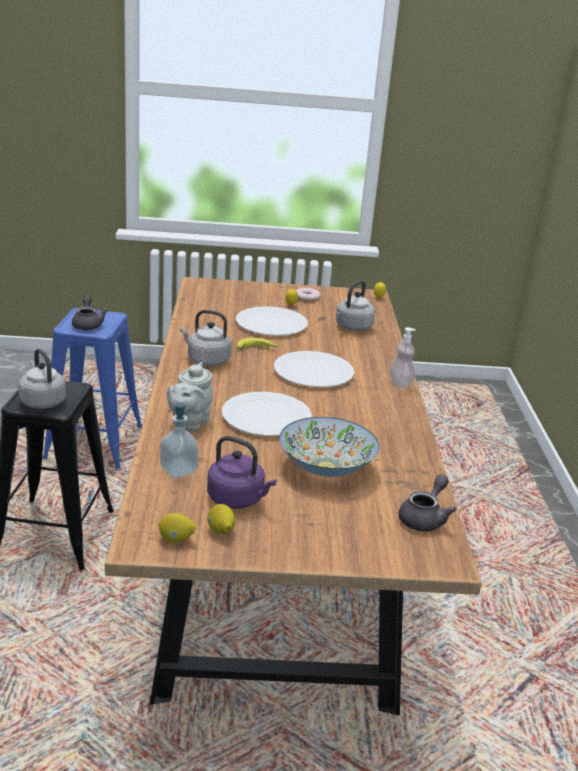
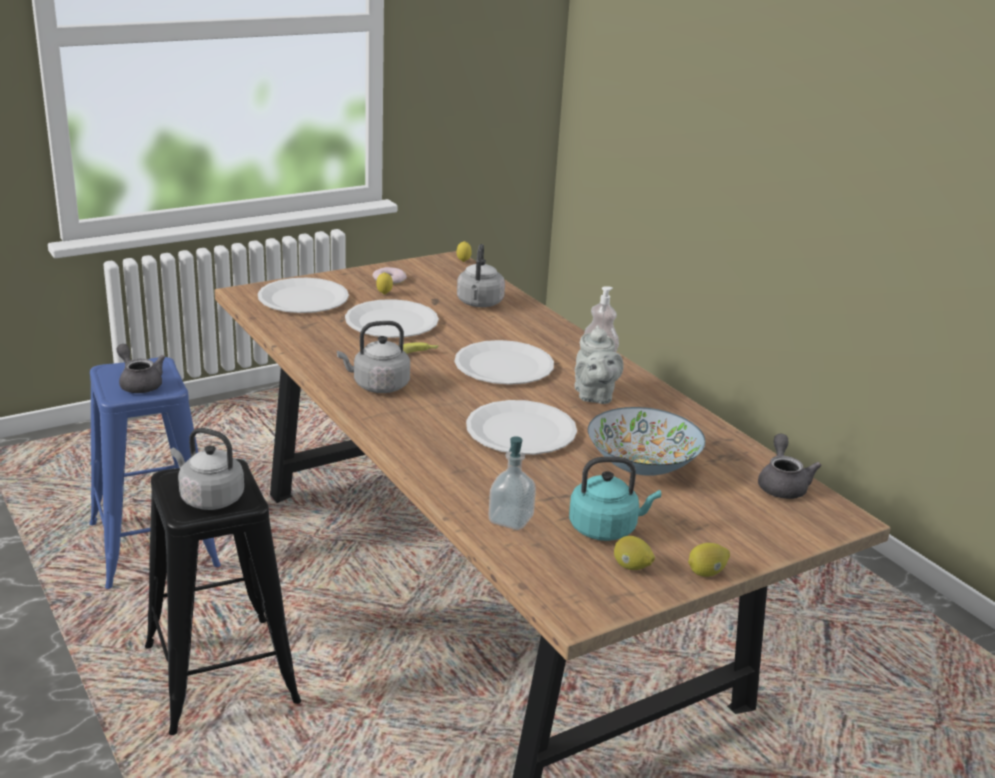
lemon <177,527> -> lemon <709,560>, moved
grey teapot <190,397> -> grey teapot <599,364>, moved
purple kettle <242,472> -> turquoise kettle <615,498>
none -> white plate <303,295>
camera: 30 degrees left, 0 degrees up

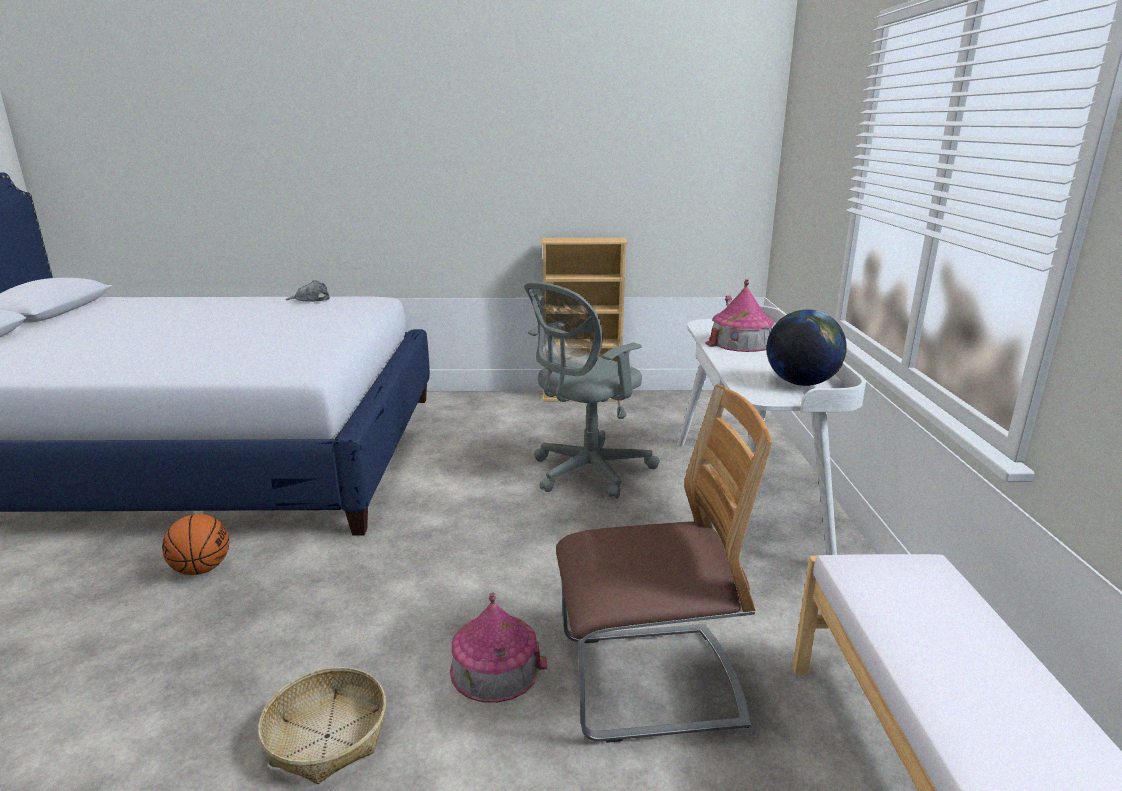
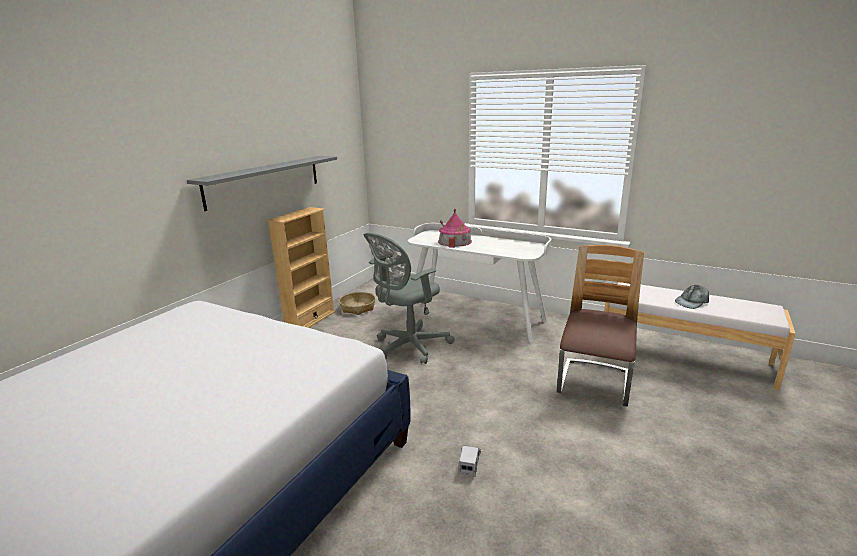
basketball <195,544> -> none
basket <322,725> -> basket <357,303>, moved
grey cap <308,291> -> grey cap <692,296>, moved
toy house <499,647> -> none
grey office chair <592,390> -> grey office chair <409,298>, 60 degrees clockwise
globe <806,347> -> none
none -> grey shelf <262,183>
none -> toy truck <469,461>
camera: 60 degrees left, 0 degrees up

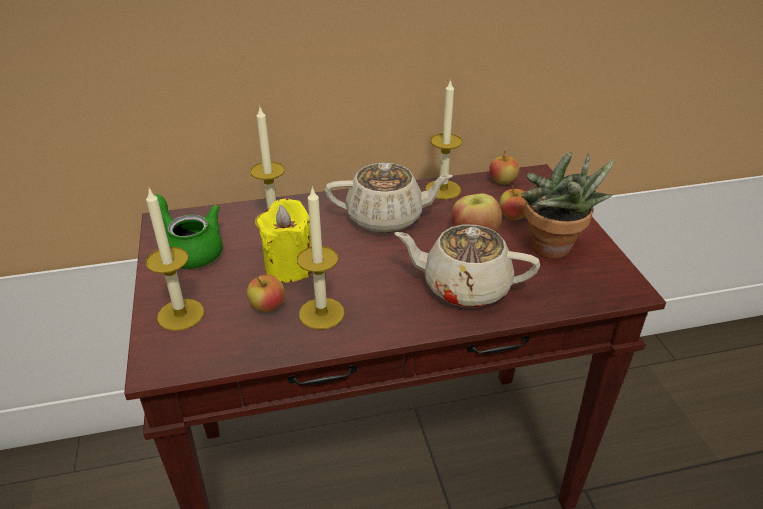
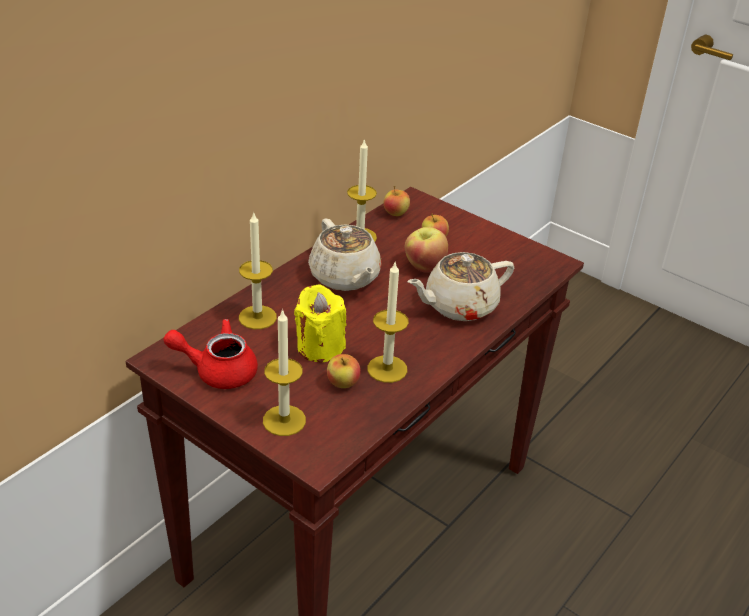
green teapot <189,232> -> red teapot <210,354>
beige teapot <389,198> -> beige teapot <345,255>, 105 degrees clockwise
potted plant <568,205> -> none
camera: 40 degrees left, 0 degrees up

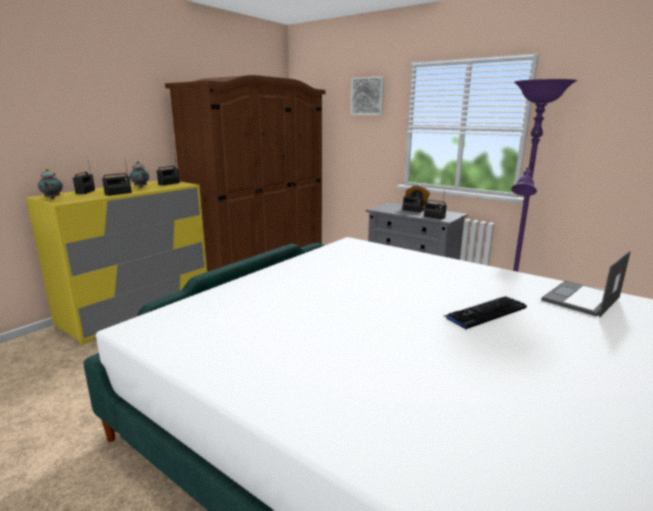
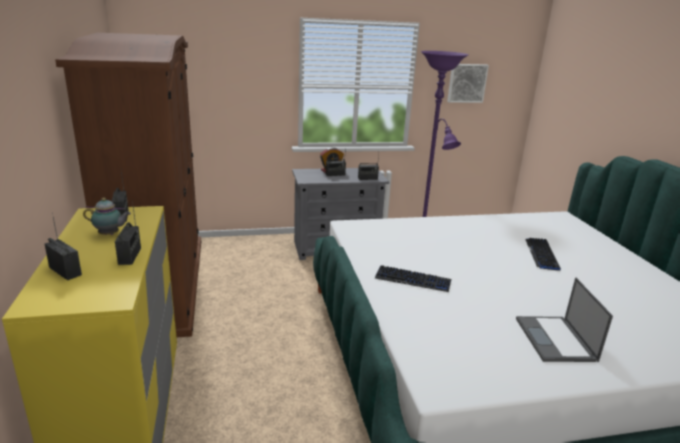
teapot <50,184> -> none
picture <367,95> -> picture <468,83>, moved
laptop <586,284> -> laptop <564,319>, moved
none -> keyboard <413,278>
camera: 50 degrees left, 5 degrees up

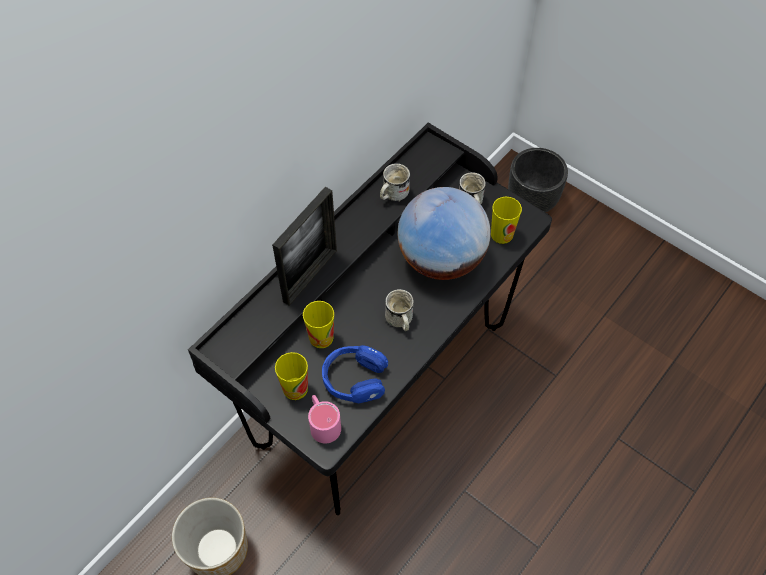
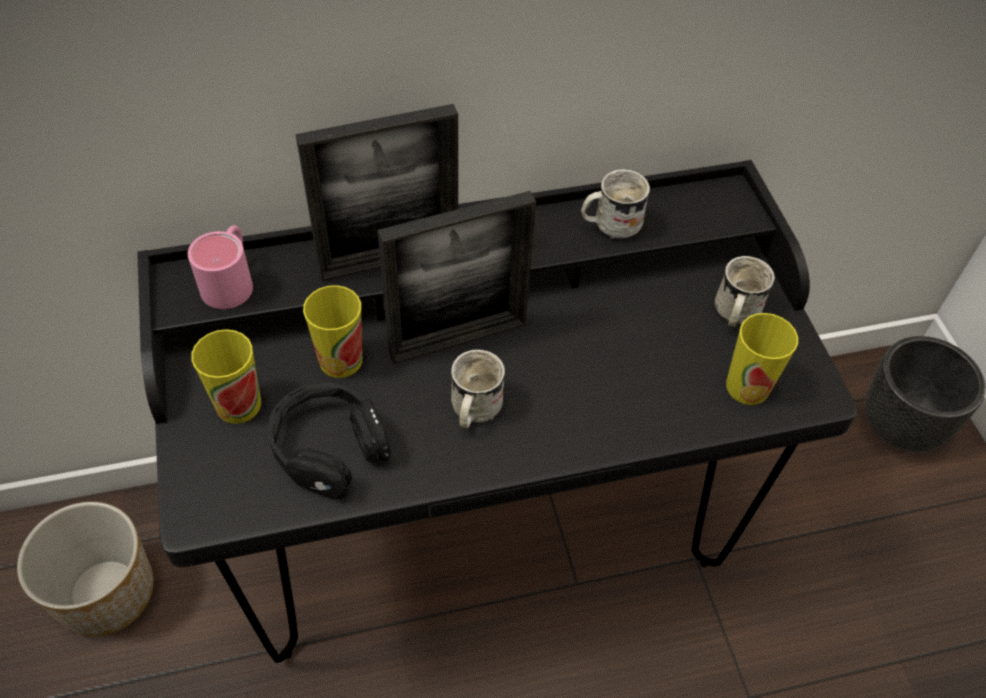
pink mug <324,419> -> pink mug <220,267>, moved
blue headphones <355,374> -> black headphones <329,441>
globe <444,233> -> none
none -> picture frame <456,277>
camera: 35 degrees right, 5 degrees down

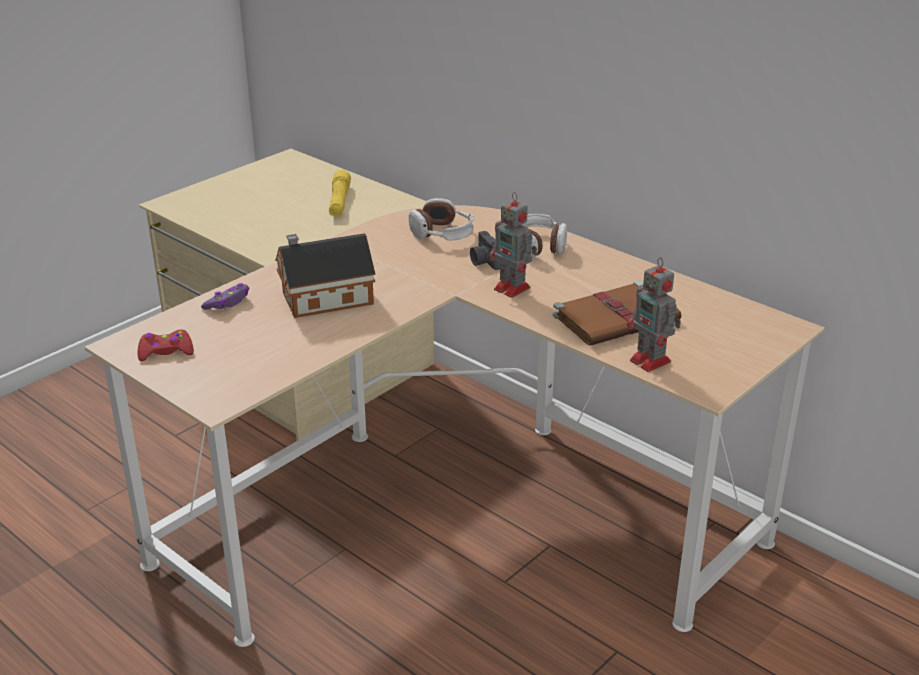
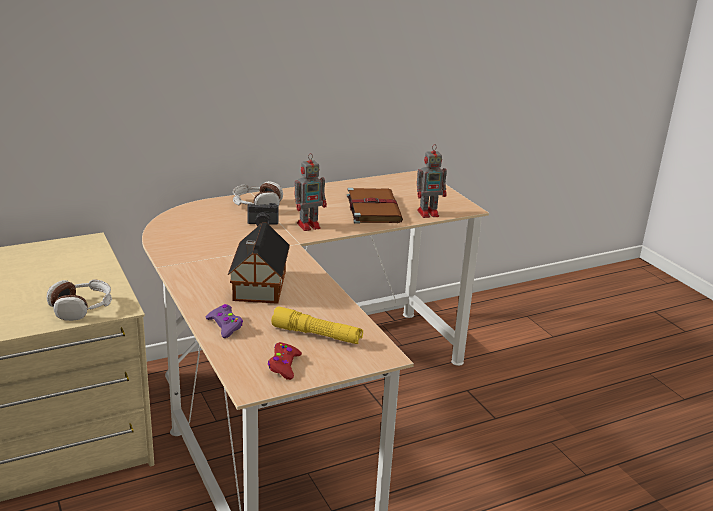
yellow flashlight <340,193> -> yellow flashlight <317,325>, moved
headphones <441,219> -> headphones <79,300>, moved
camera: 70 degrees left, 5 degrees down

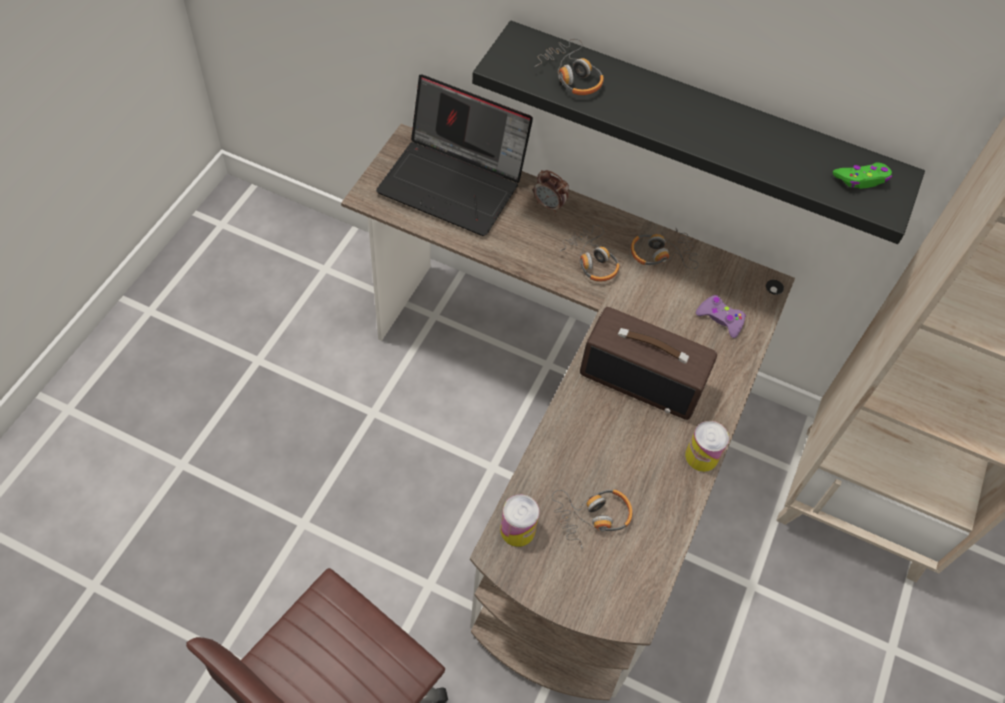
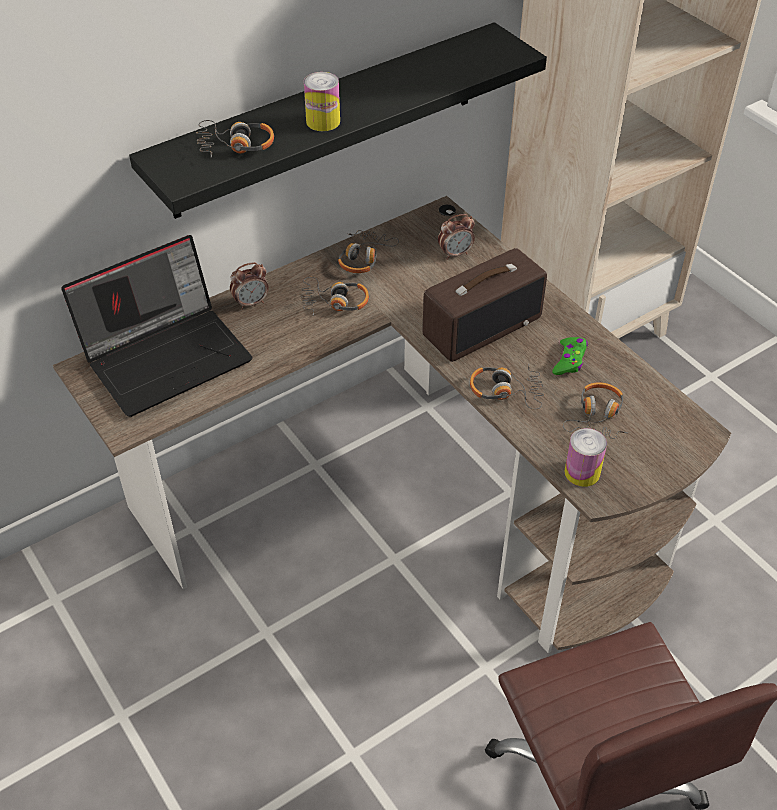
can <707,446> -> can <322,101>, moved
purple game controller <721,316> -> alarm clock <456,237>
green game controller <862,175> -> green game controller <570,356>, moved
none -> headphones <507,387>
camera: 55 degrees left, 10 degrees down

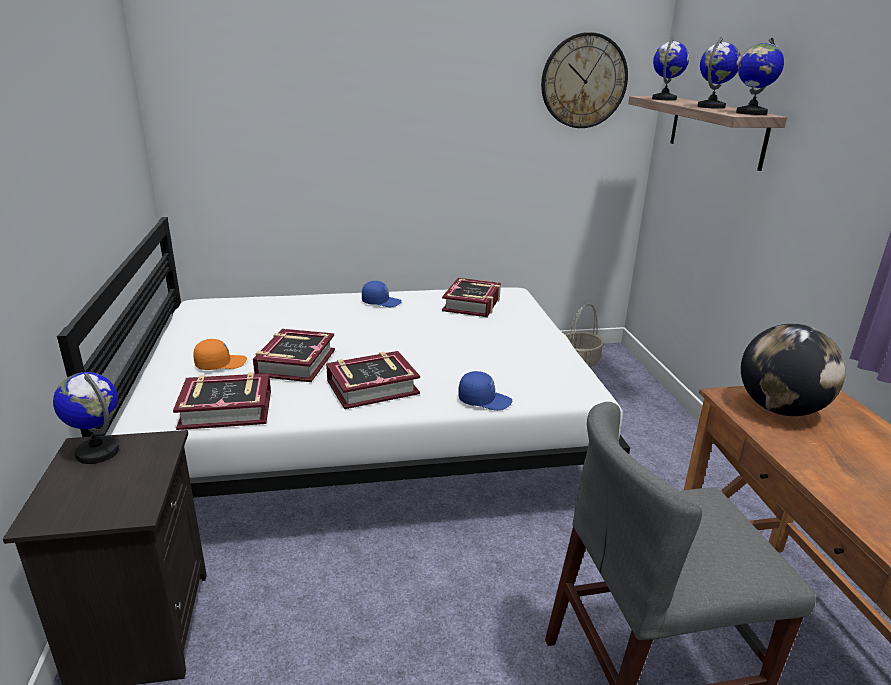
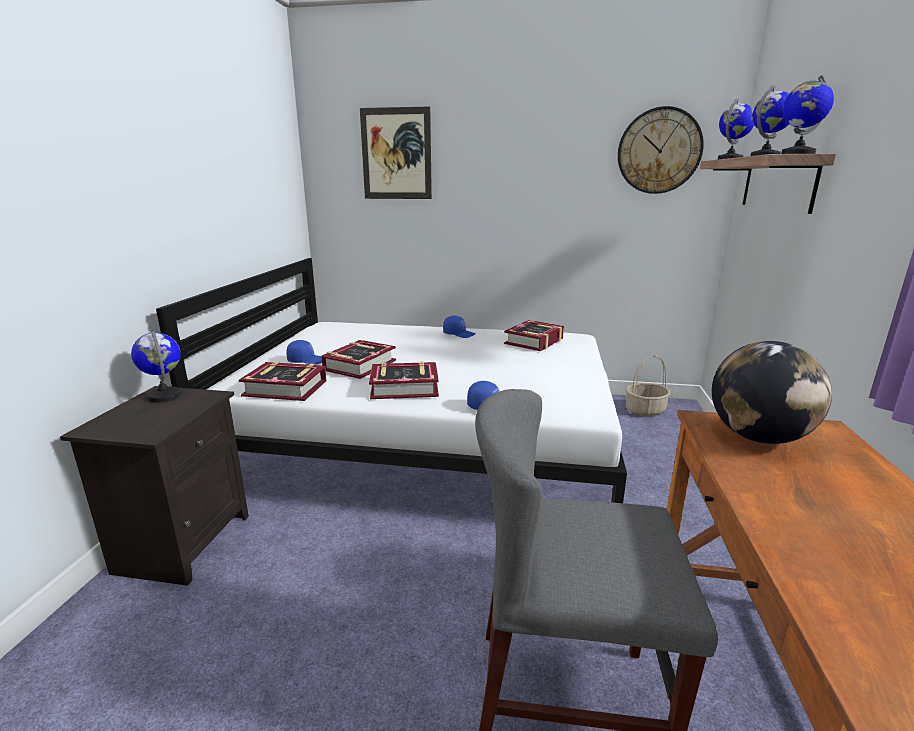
orange cap <220,354> -> blue cap <304,352>
none -> picture <396,152>
camera: 20 degrees right, 5 degrees down

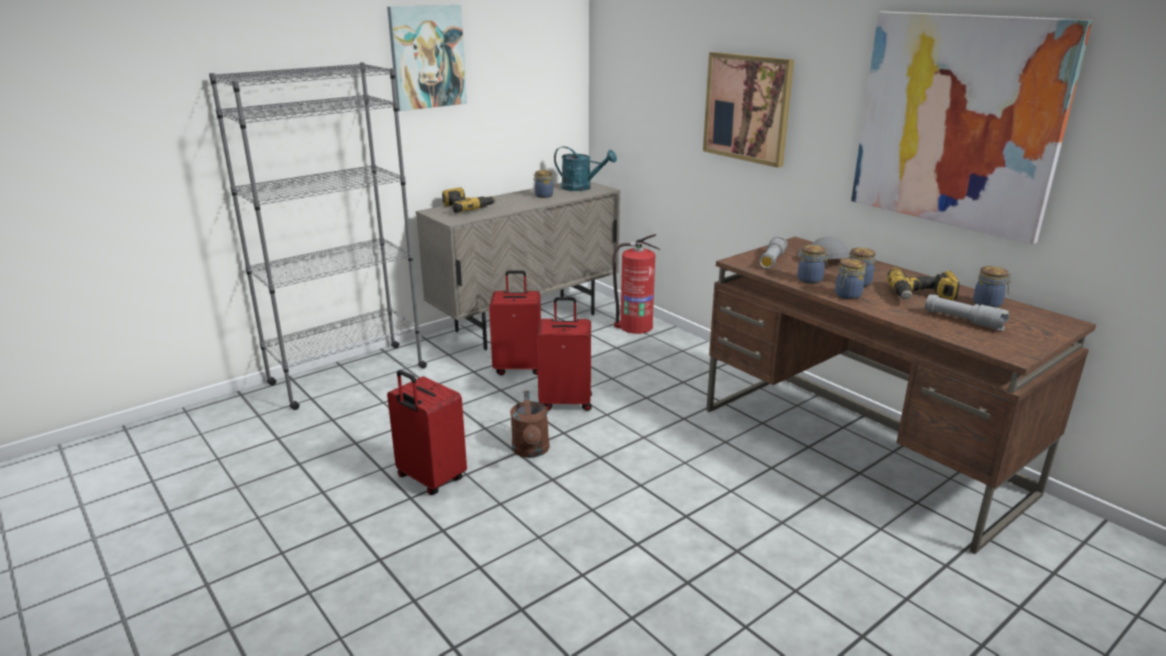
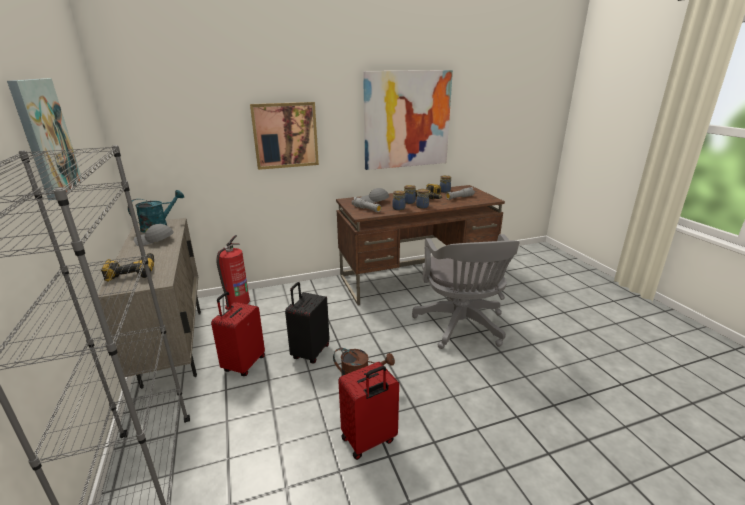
jar <543,184> -> grey cap <154,235>
red suitcase <564,354> -> black suitcase <307,323>
none -> grey office chair <466,291>
camera: 70 degrees left, 0 degrees up

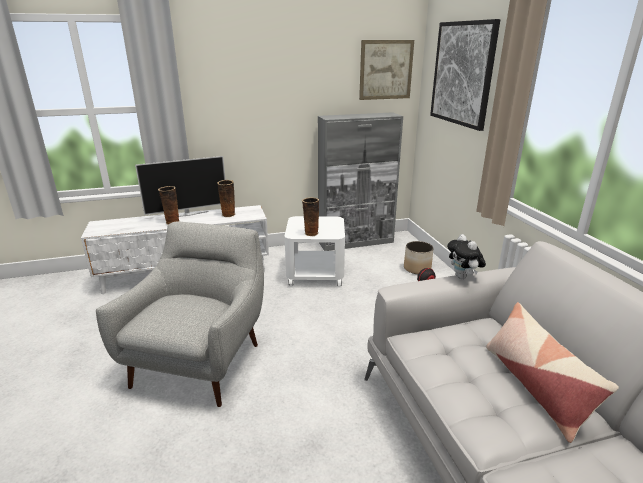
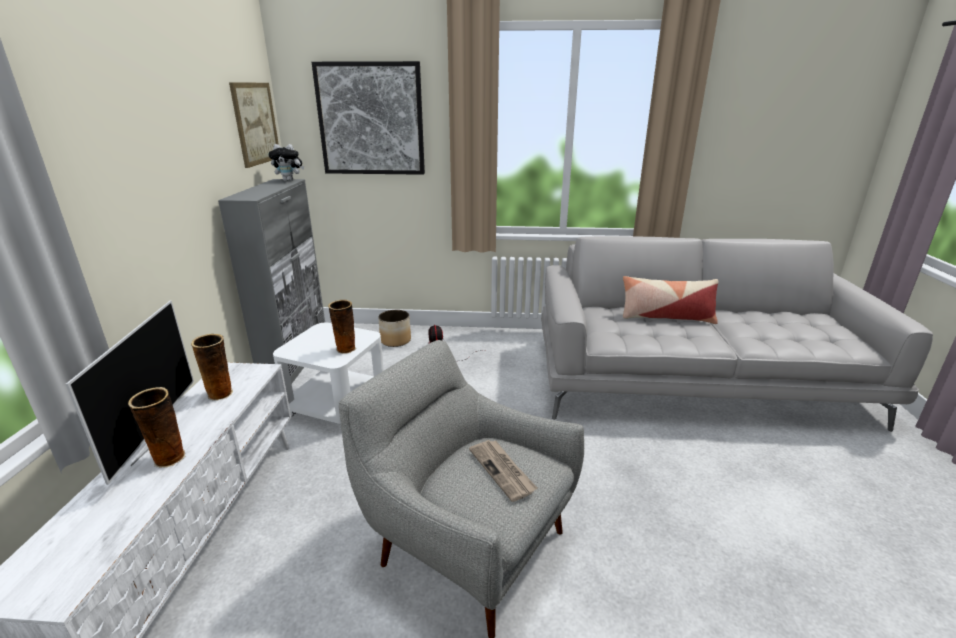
plush toy <466,256> -> plush toy <286,162>, moved
none -> newspaper <503,471>
camera: 70 degrees left, 0 degrees up

